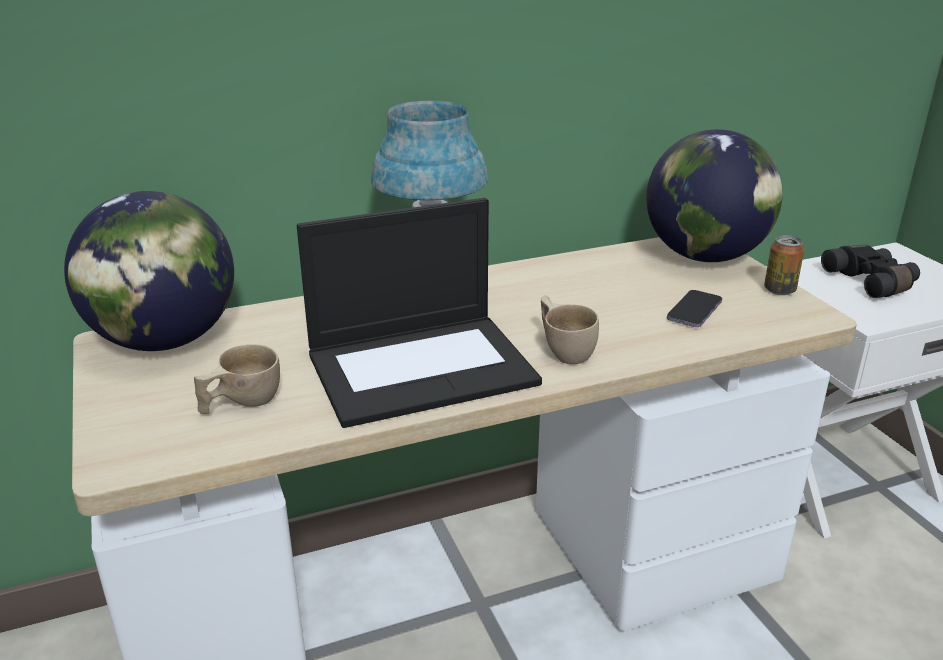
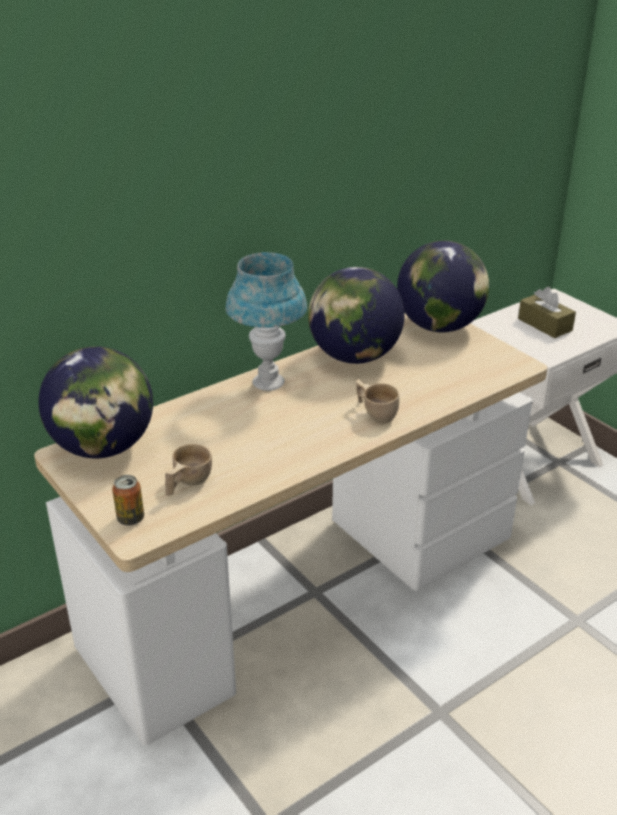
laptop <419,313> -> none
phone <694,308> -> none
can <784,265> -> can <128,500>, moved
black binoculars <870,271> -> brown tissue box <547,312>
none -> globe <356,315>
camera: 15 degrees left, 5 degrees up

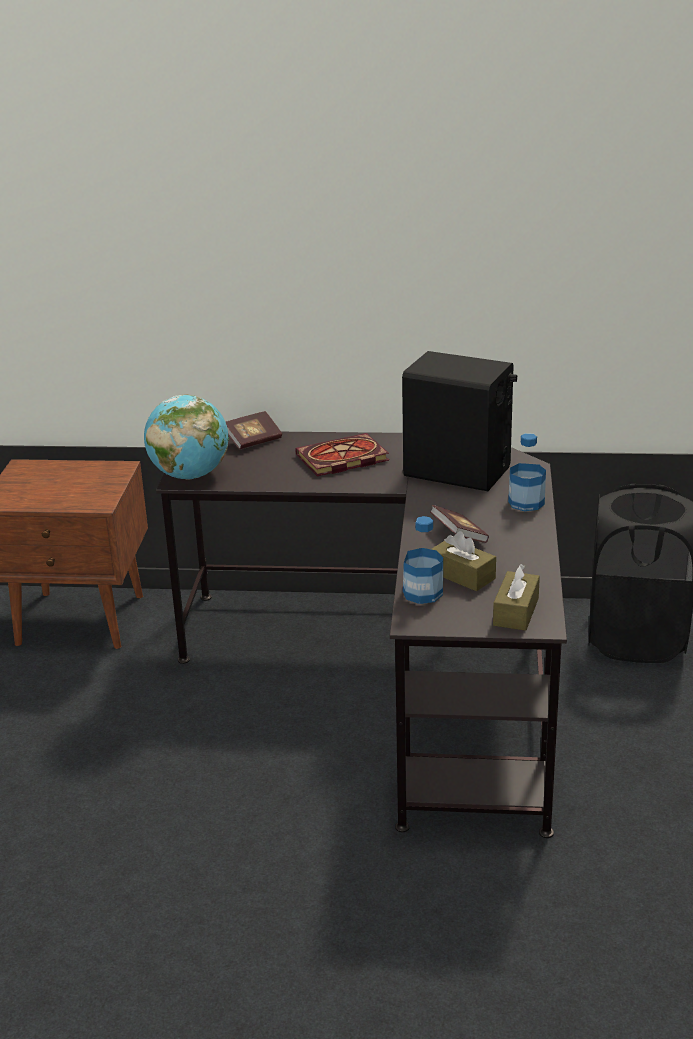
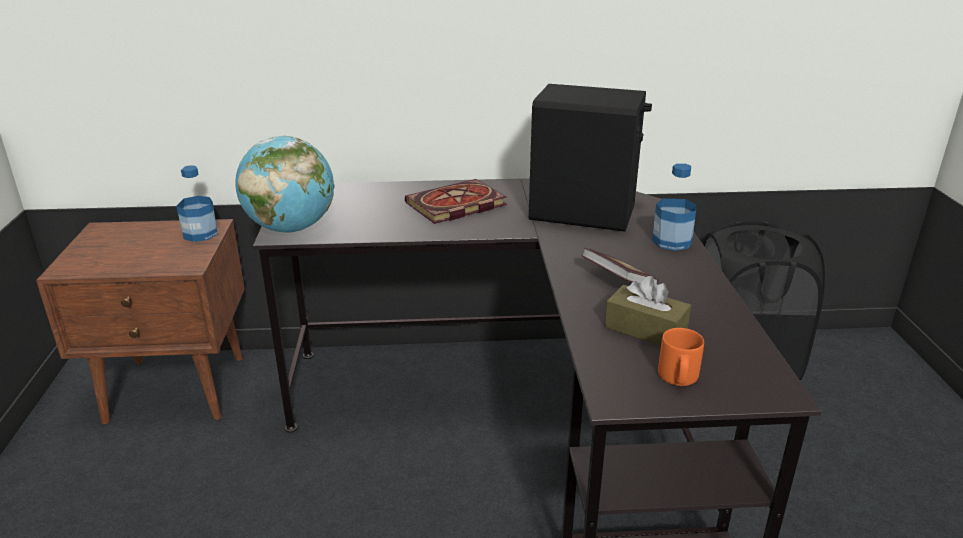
book <254,430> -> none
bottle <423,560> -> bottle <197,203>, moved
brown tissue box <516,597> -> none
none -> orange mug <681,357>
camera: 10 degrees left, 0 degrees up

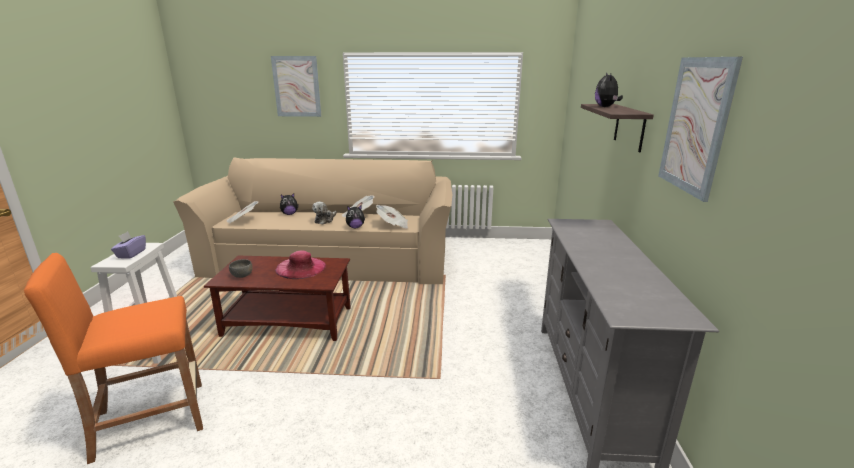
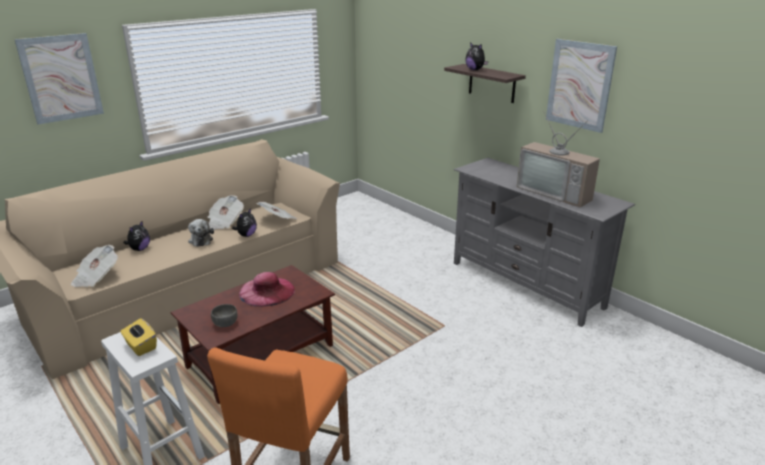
purple tissue box <128,245> -> yellow tissue box <138,337>
none -> television <558,159>
camera: 45 degrees left, 5 degrees up

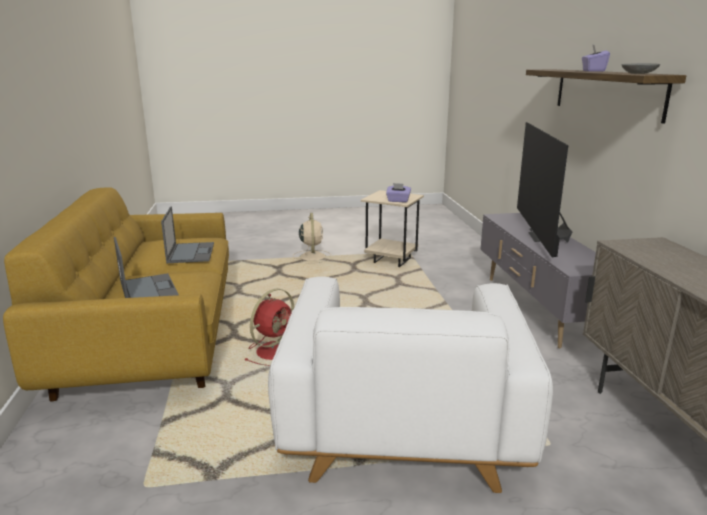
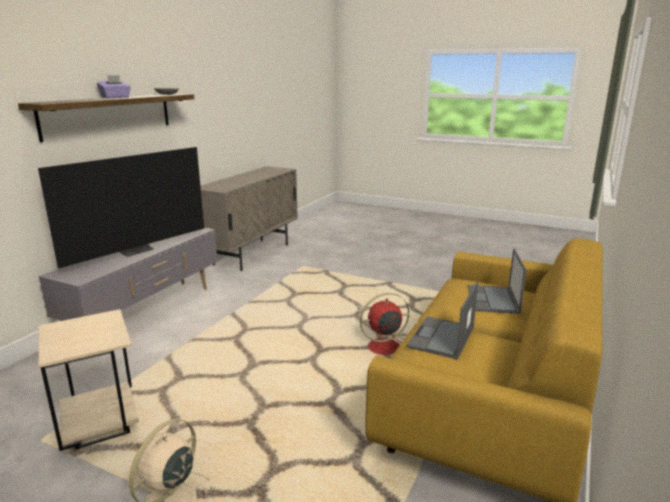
white armchair <410,384> -> none
purple tissue box <398,192> -> none
camera: 145 degrees left, 0 degrees up

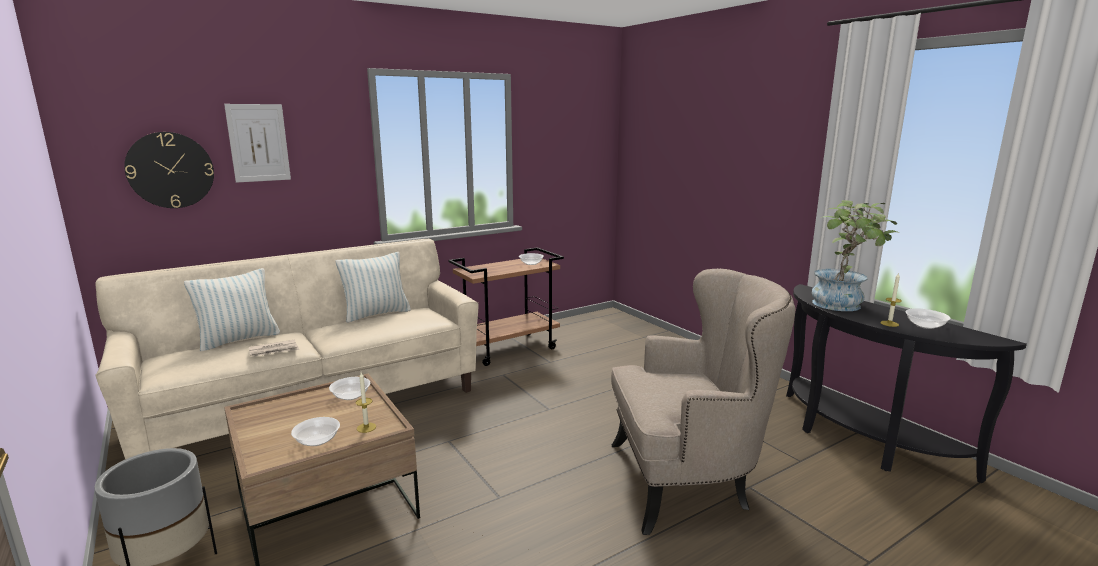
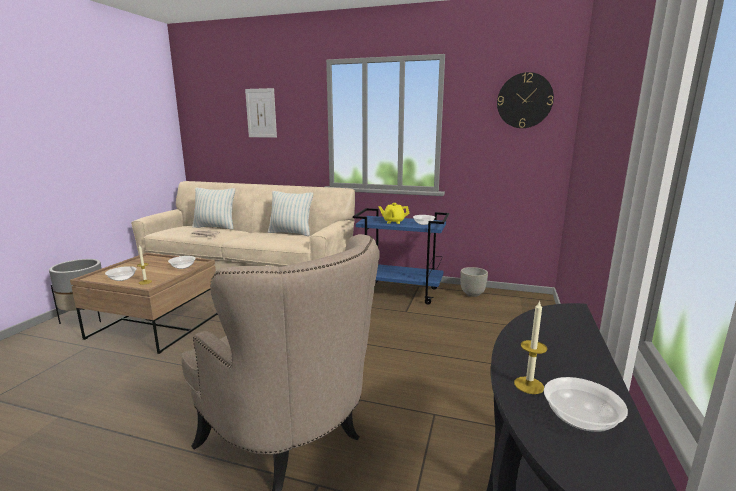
wall clock <169,170> -> wall clock <525,100>, moved
brown cart <506,306> -> blue cart <401,256>
potted plant <855,255> -> none
none -> yellow teapot <394,213>
none -> grey planter <474,282>
camera: 50 degrees right, 0 degrees up

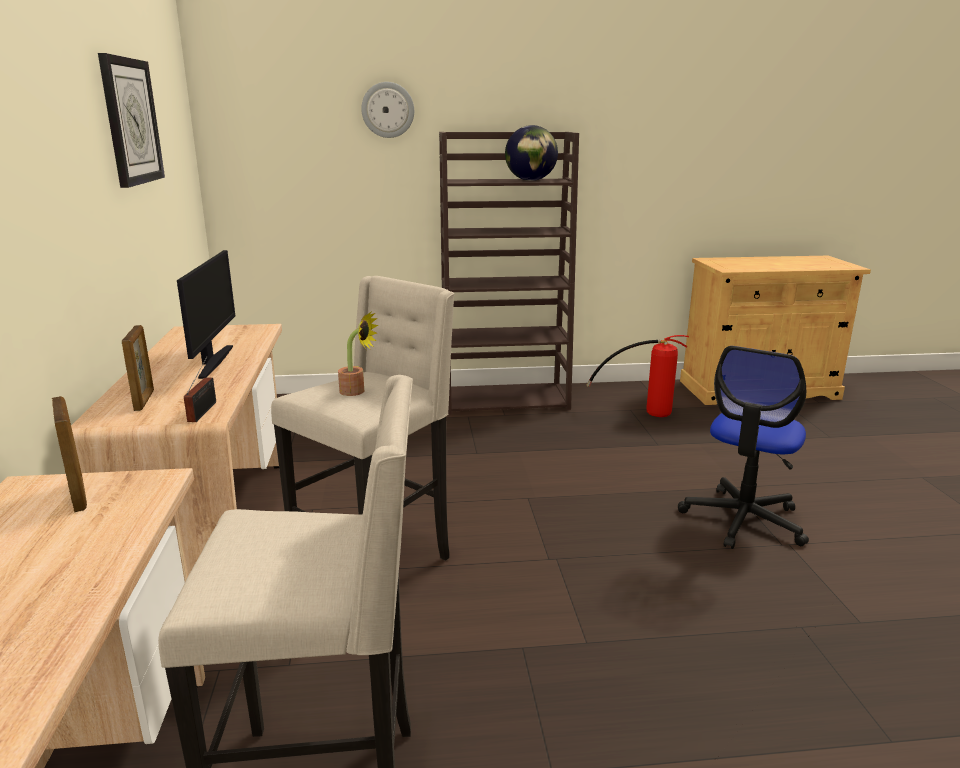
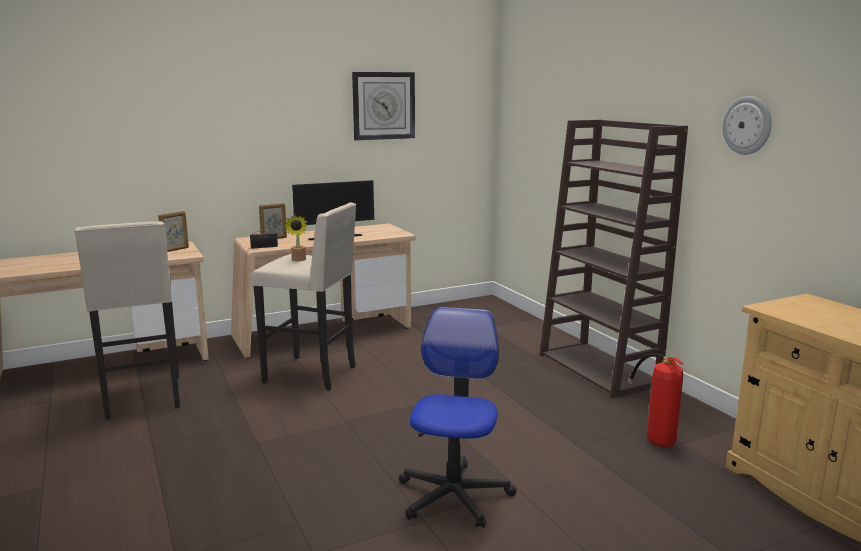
wall clock <387,110> -> wall clock <746,125>, moved
globe <531,153> -> none
office chair <743,447> -> office chair <457,417>, 90 degrees clockwise
camera: 70 degrees right, 5 degrees down

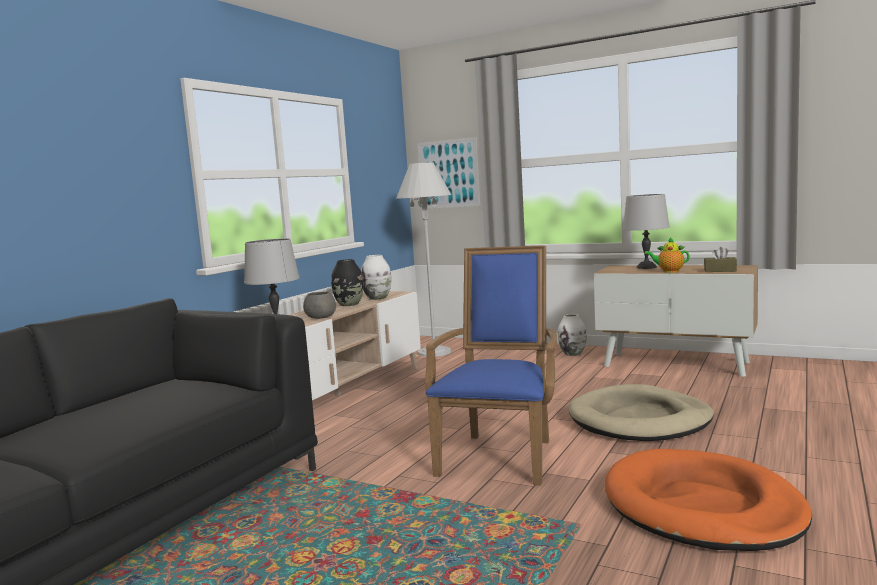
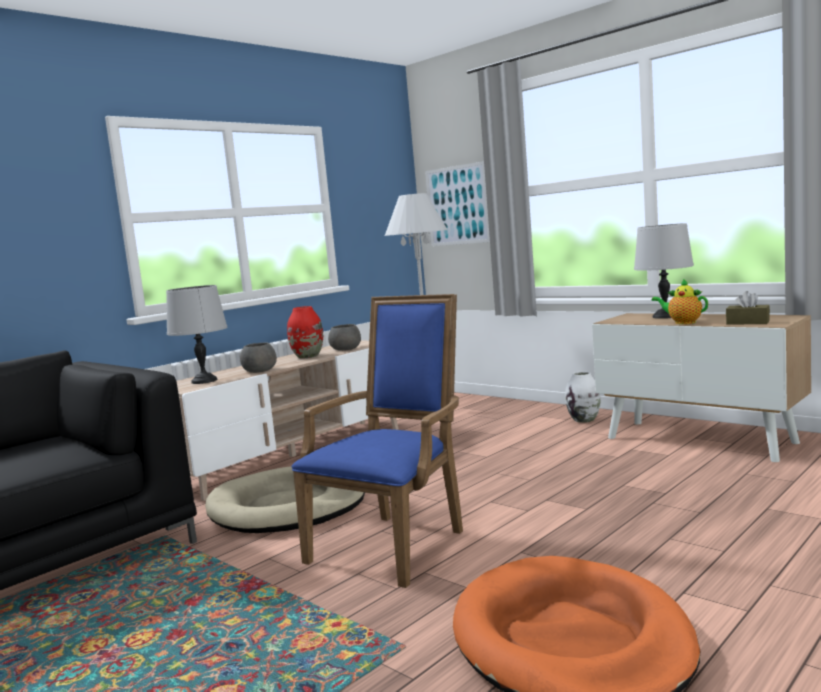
black vase <347,282> -> red vase <305,332>
white vase <376,277> -> grey bowl <344,337>
beige dog bed <641,412> -> beige dog bed <285,499>, moved
camera: 15 degrees right, 0 degrees up

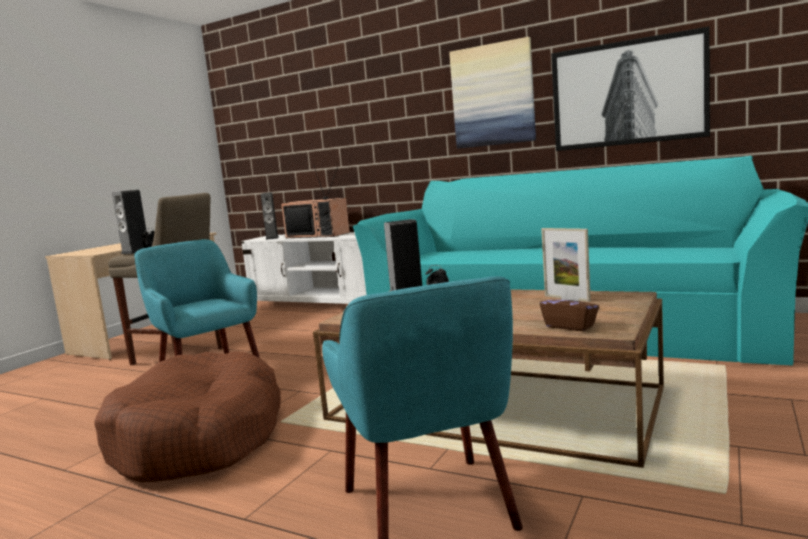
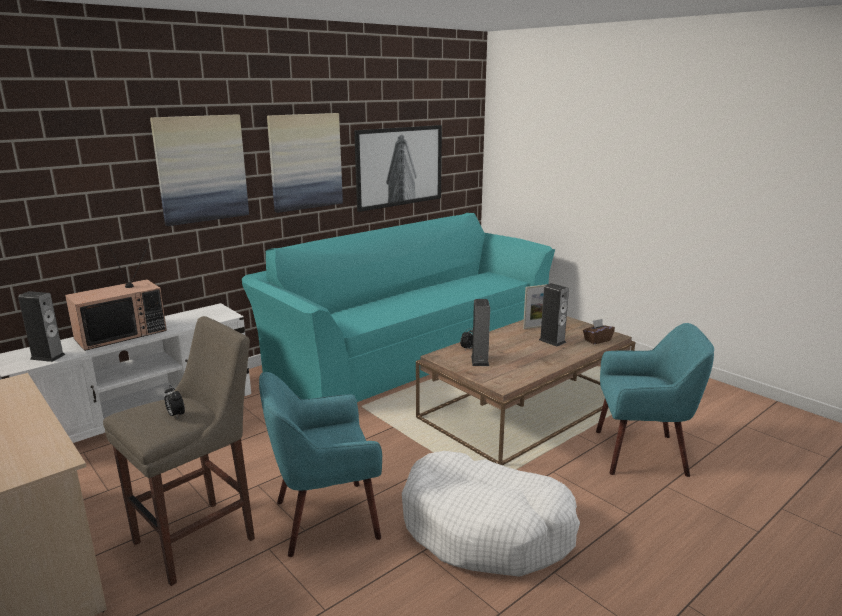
brown dog bed <187,417> -> white dog bed <491,514>
speaker <129,222> -> speaker <554,315>, moved
none -> picture <199,170>
camera: 70 degrees left, 10 degrees up

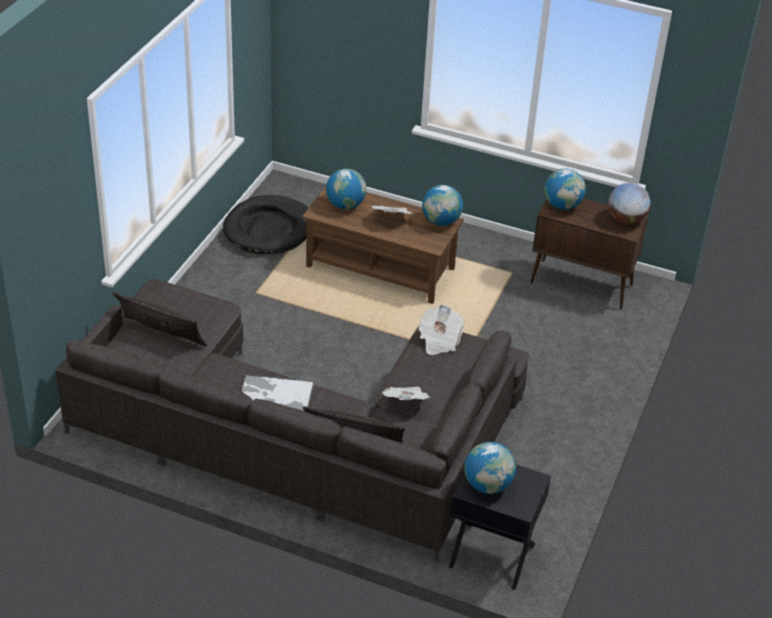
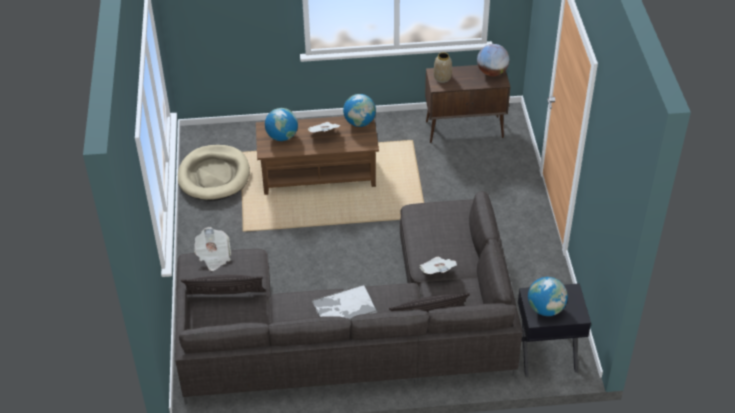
black dog bed <265,224> -> beige dog bed <214,173>
newspaper <441,329> -> newspaper <212,249>, moved
globe <565,189> -> vase <443,67>
camera: 25 degrees left, 5 degrees up

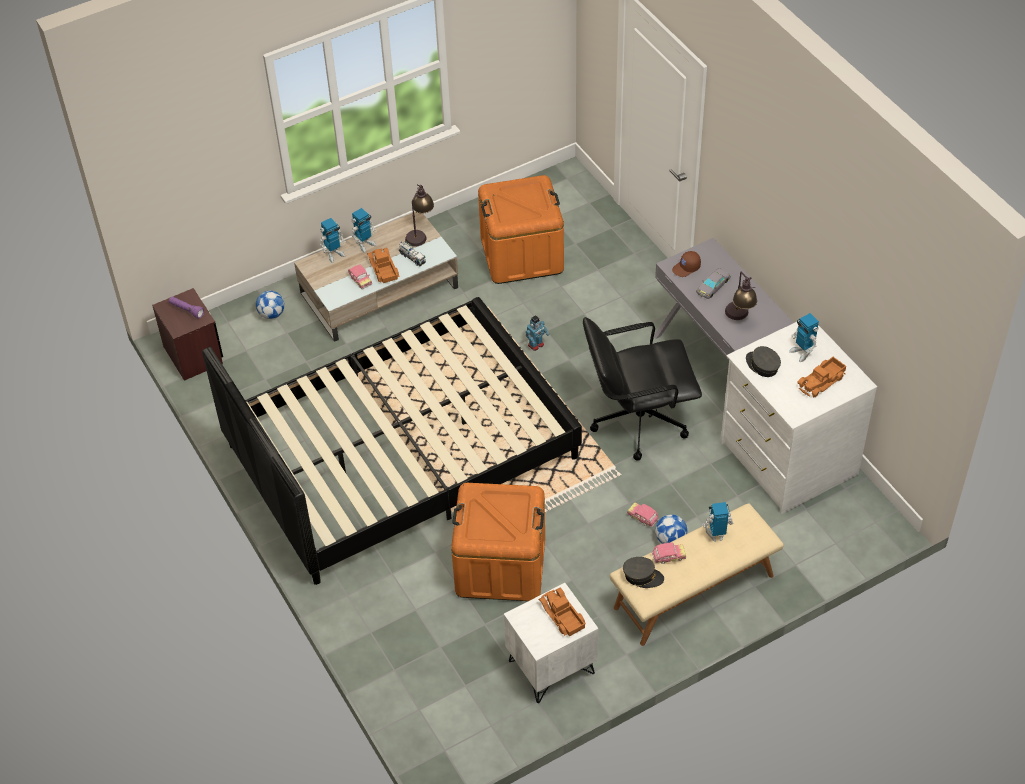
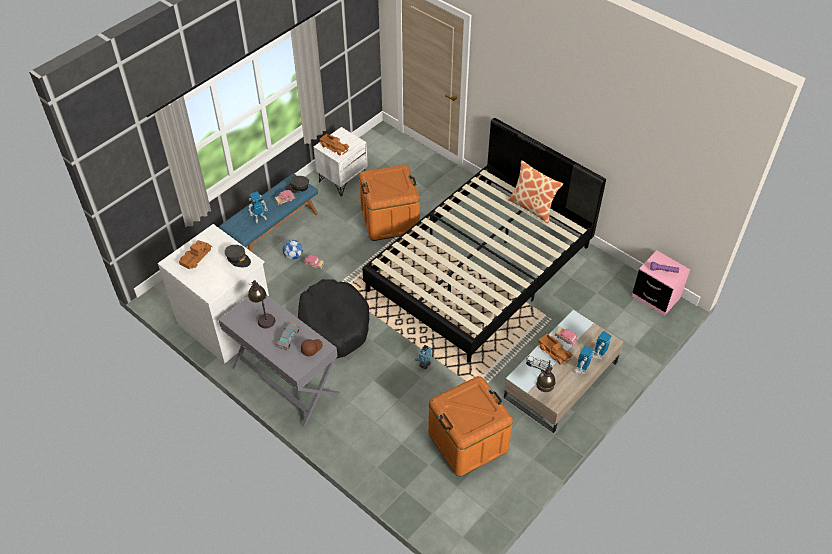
brown nightstand <187,334> -> pink nightstand <661,283>
football <270,305> -> none
black office chair <642,389> -> black dog bed <333,318>
beige bench <697,574> -> blue bench <268,213>
toy robot <804,337> -> none
none -> pillow <535,192>
camera: 160 degrees right, 0 degrees up

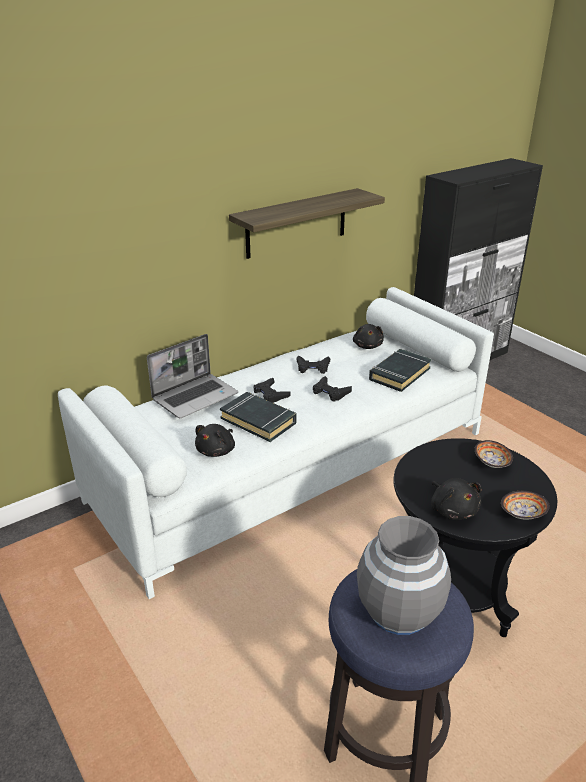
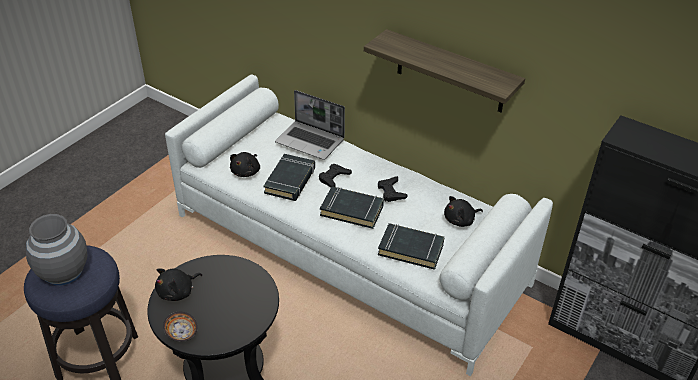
black plush toy <215,440> -> black plush toy <245,164>, 75 degrees counterclockwise
black game controller <332,389> -> black book <352,207>
bowl <494,454> -> none
camera: 70 degrees right, 10 degrees up

